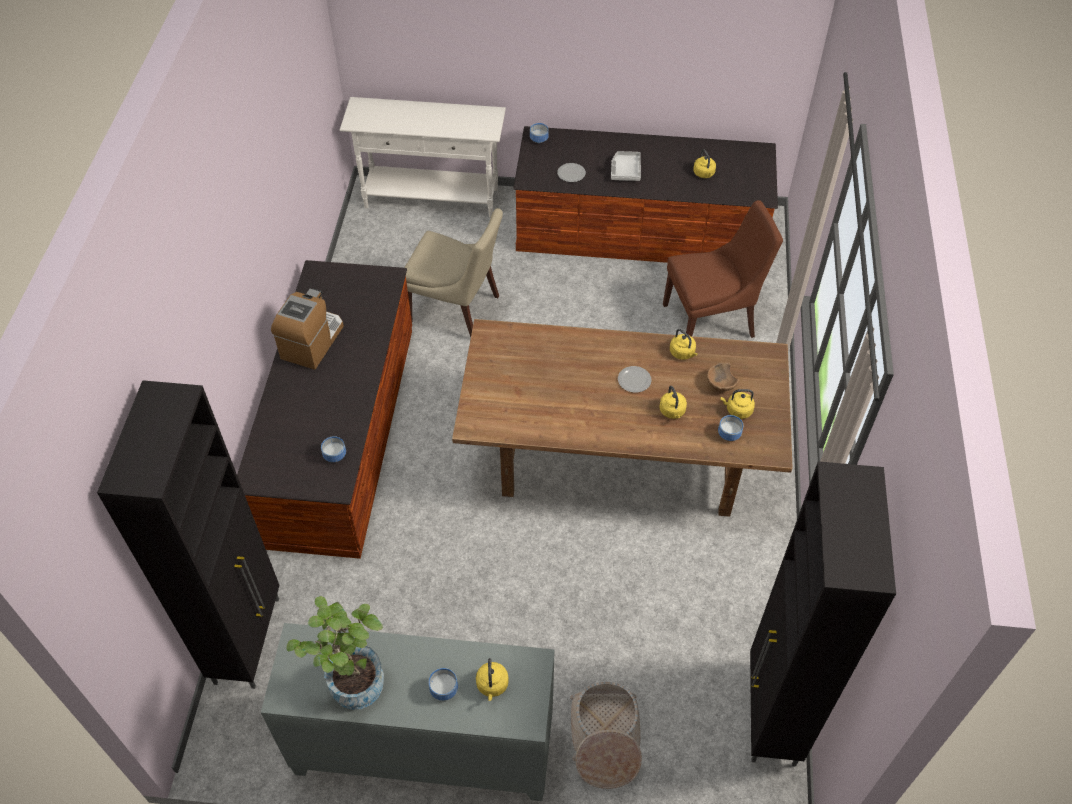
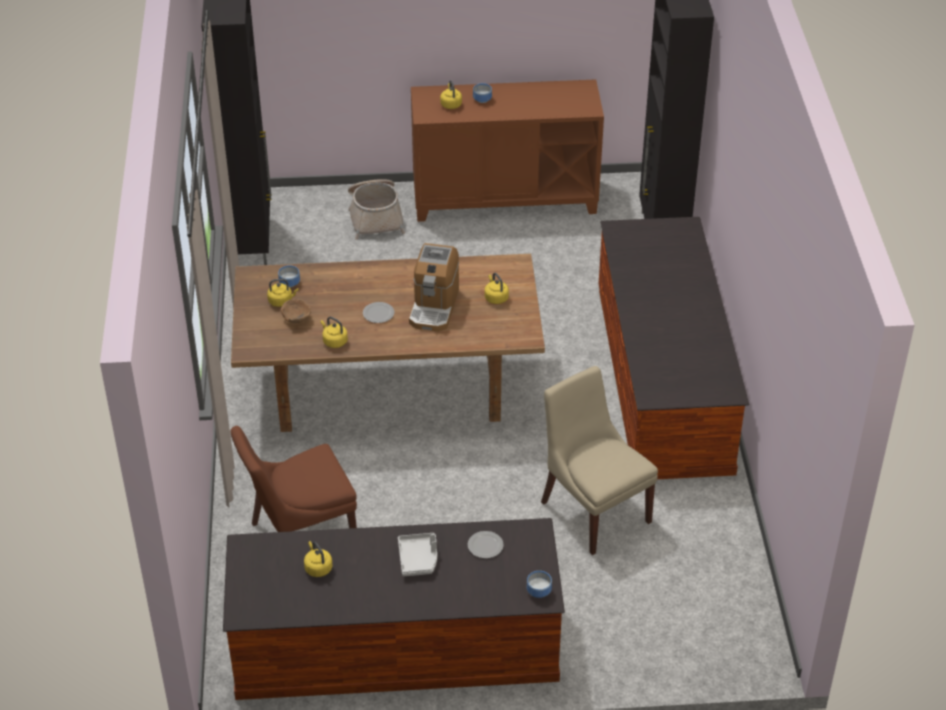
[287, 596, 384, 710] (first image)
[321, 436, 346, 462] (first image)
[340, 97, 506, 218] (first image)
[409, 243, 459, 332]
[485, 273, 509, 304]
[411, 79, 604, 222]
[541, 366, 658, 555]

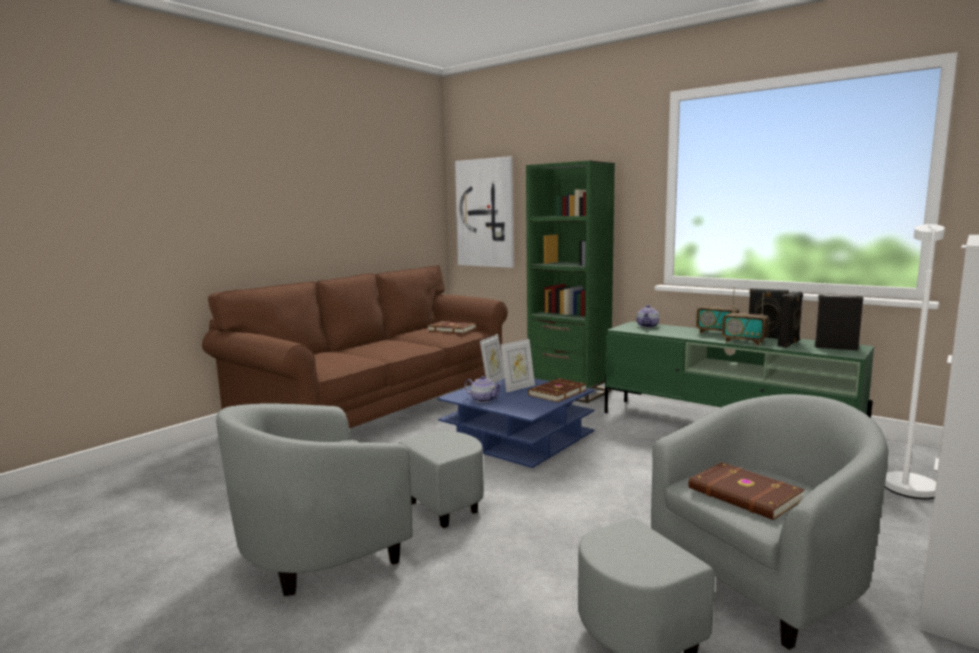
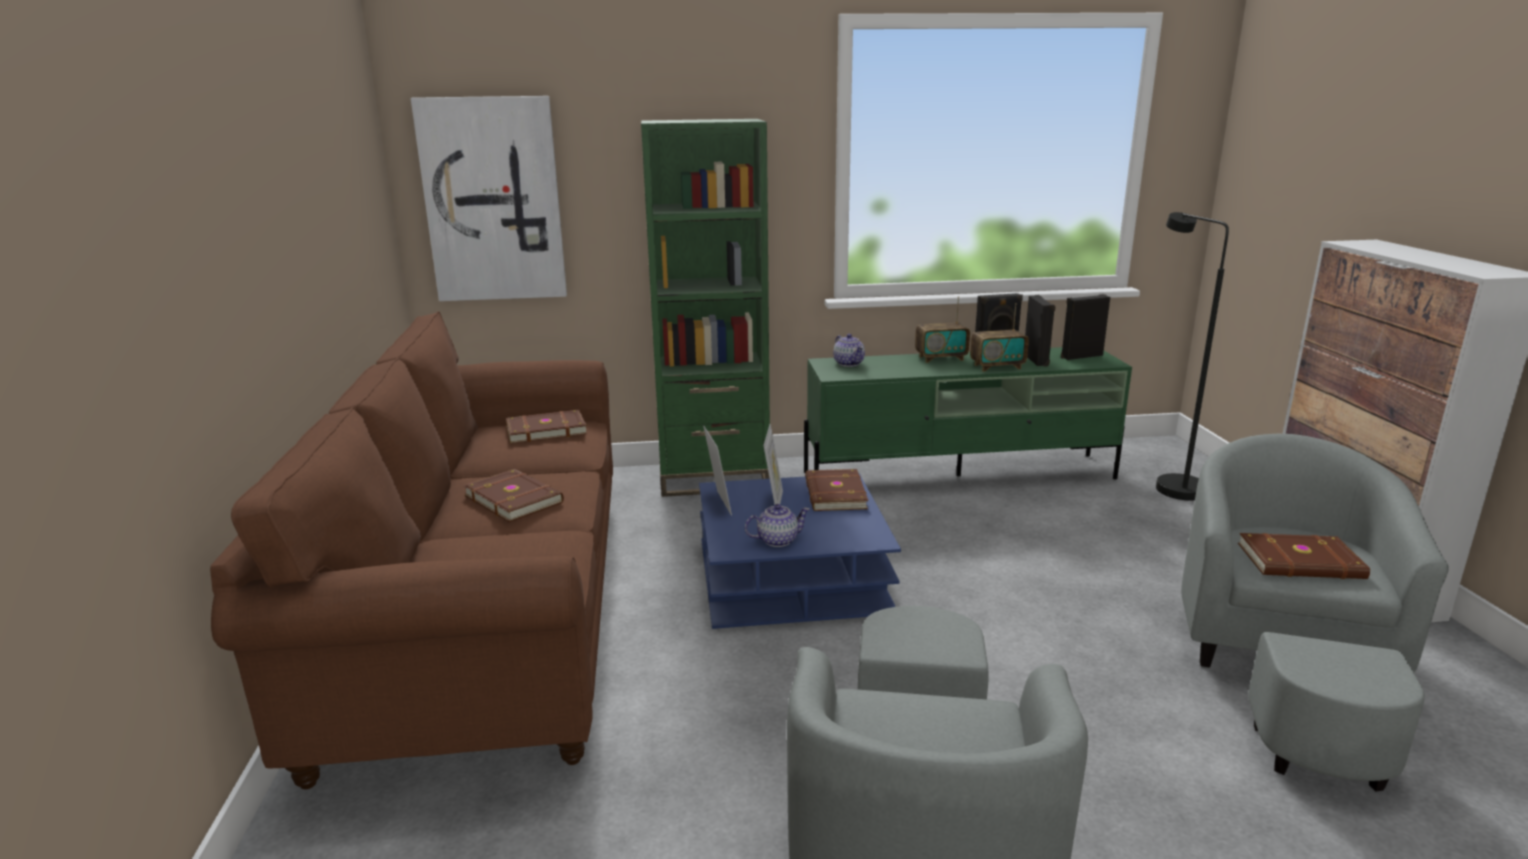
[463, 469, 564, 522]
[1156, 212, 1229, 501]

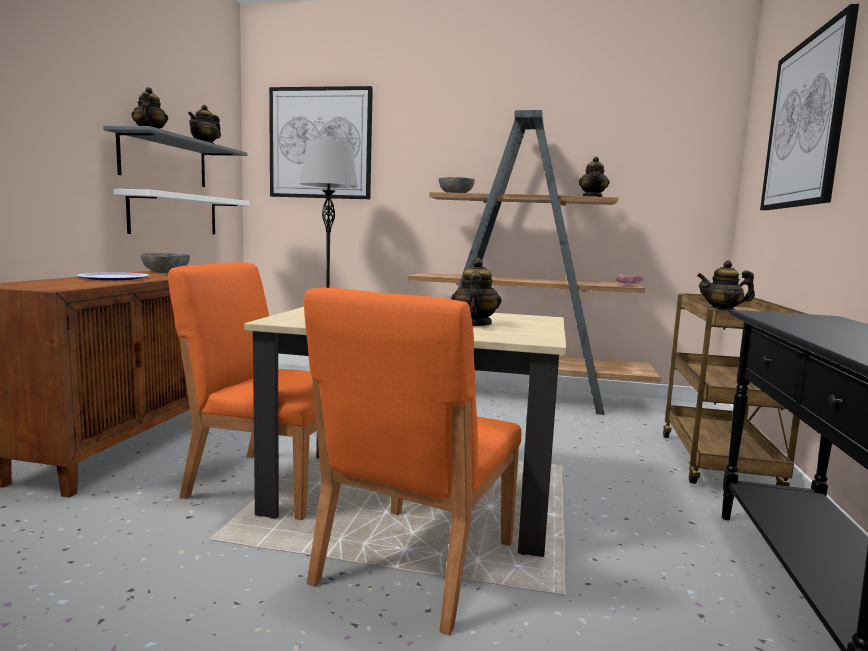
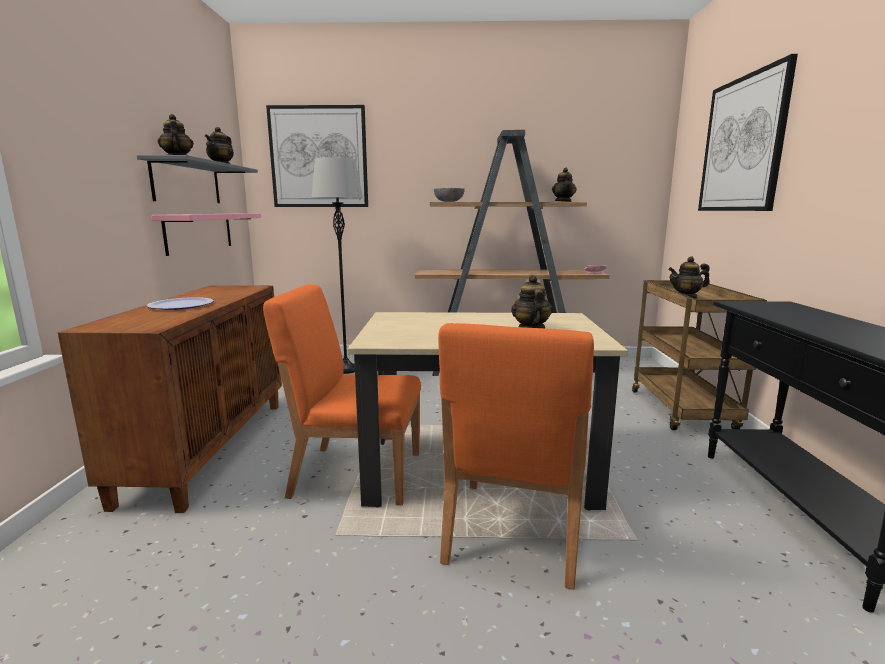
[140, 253, 190, 273] (first image)
[151, 214, 261, 256]

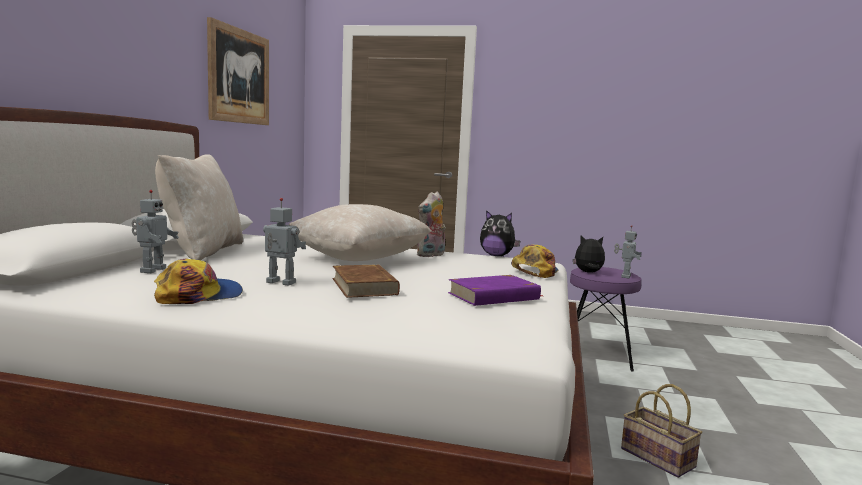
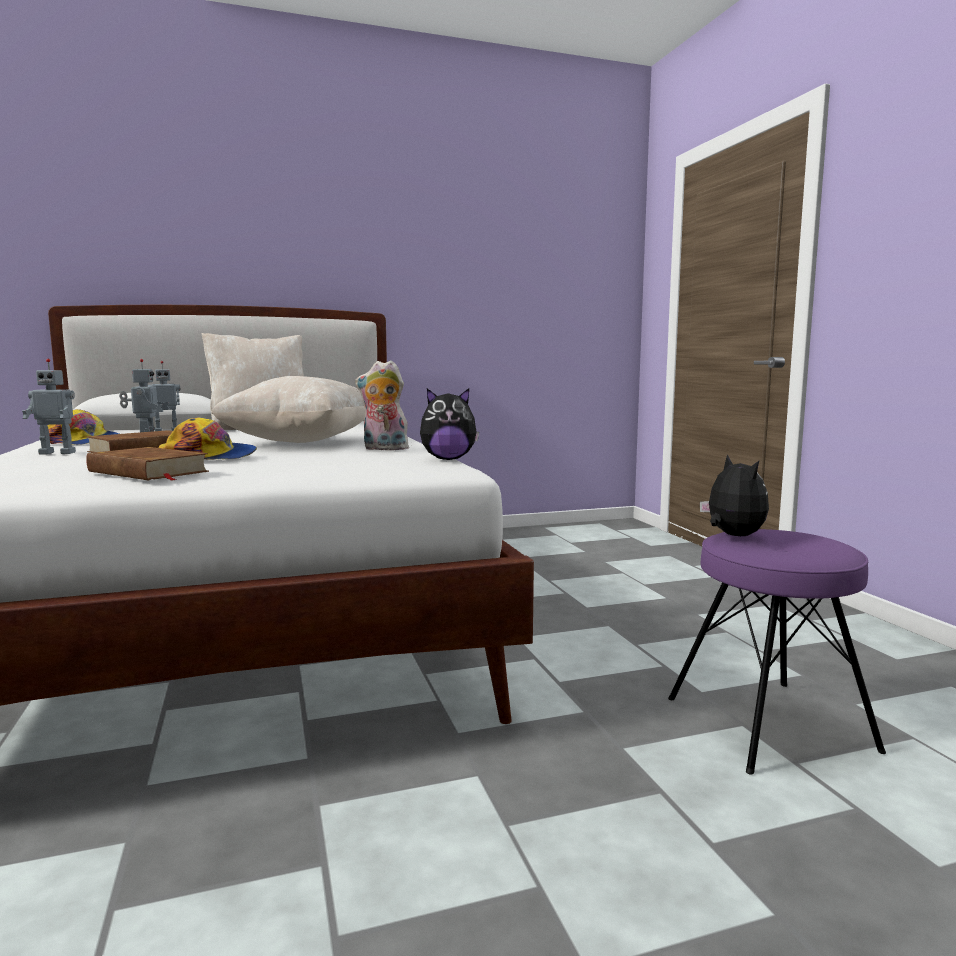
[207, 17, 269, 125] (first image)
[621, 384, 702, 478] (first image)
[158, 417, 257, 460]
[22, 359, 76, 454]
[86, 447, 209, 480]
[420, 388, 479, 460]

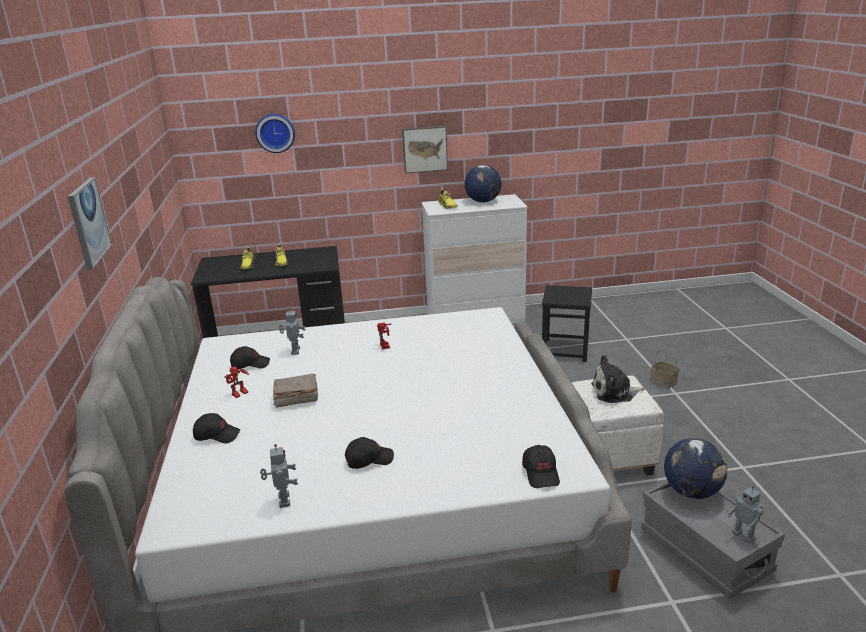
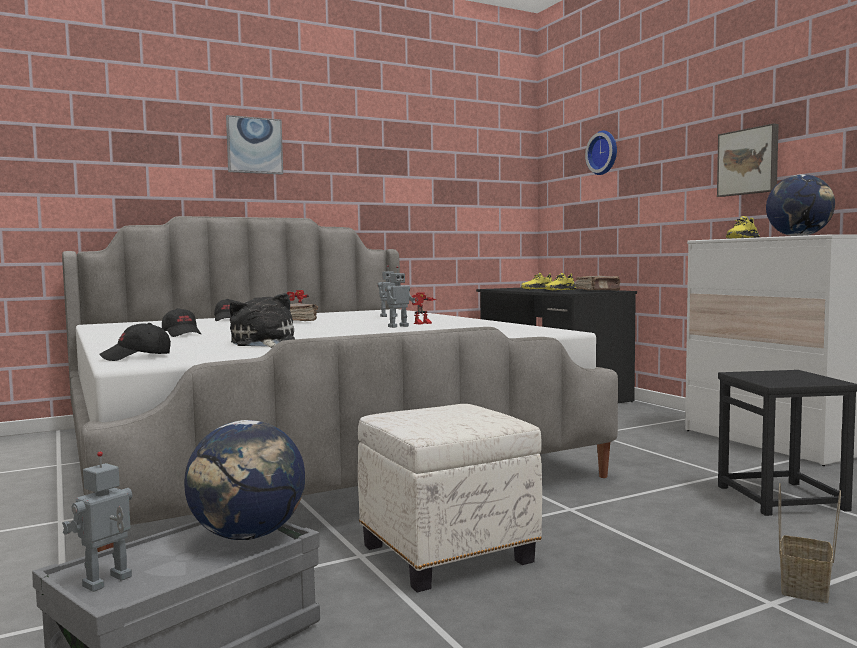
[230, 346, 270, 369] (first image)
[576, 275, 621, 291]
[385, 266, 415, 328]
[229, 293, 295, 348]

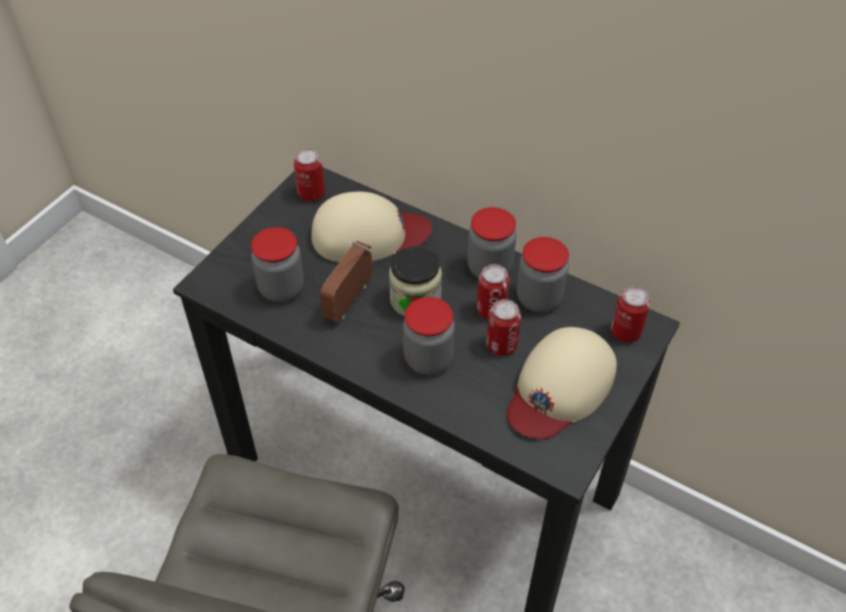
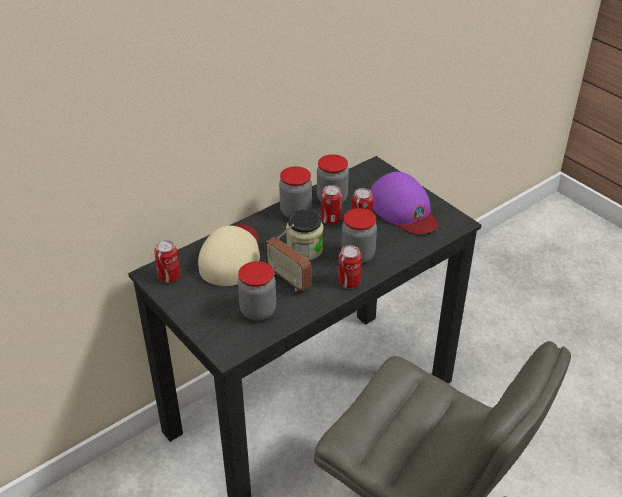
[338, 245, 362, 288]
[370, 172, 438, 234]

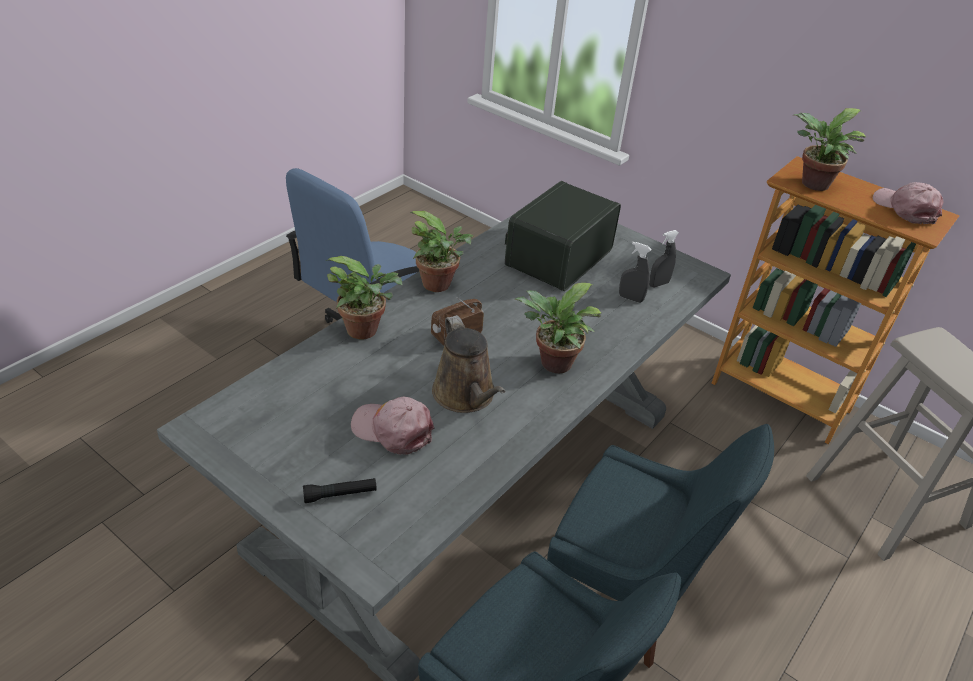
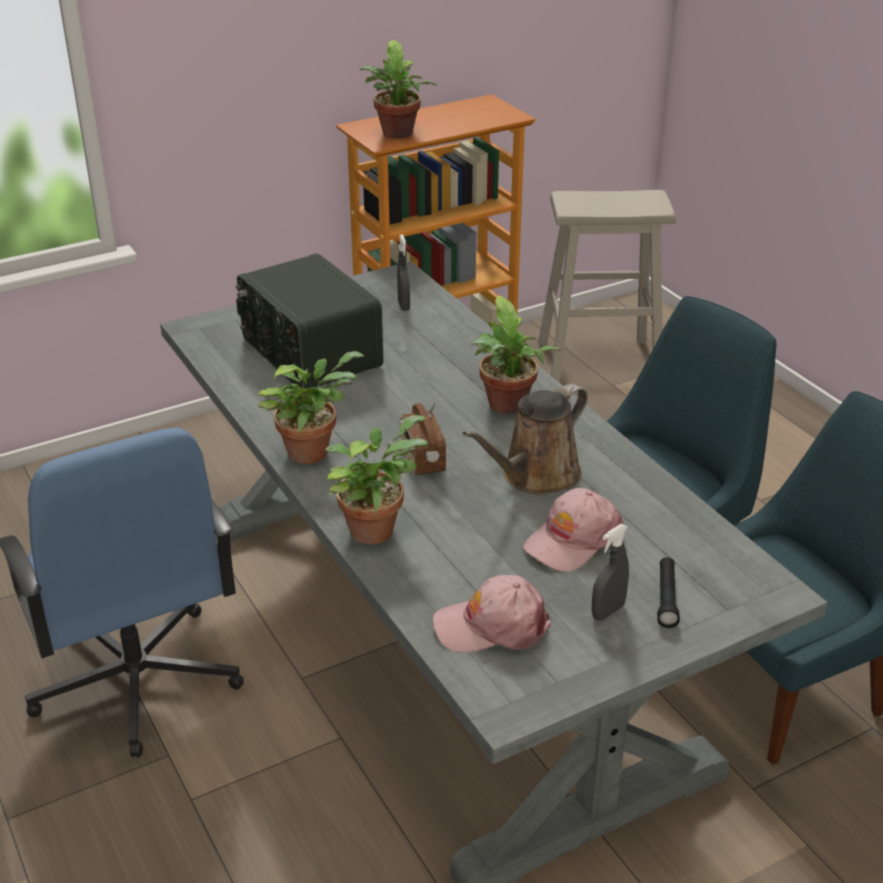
[592, 524, 629, 621]
[433, 575, 551, 653]
[463, 384, 588, 495]

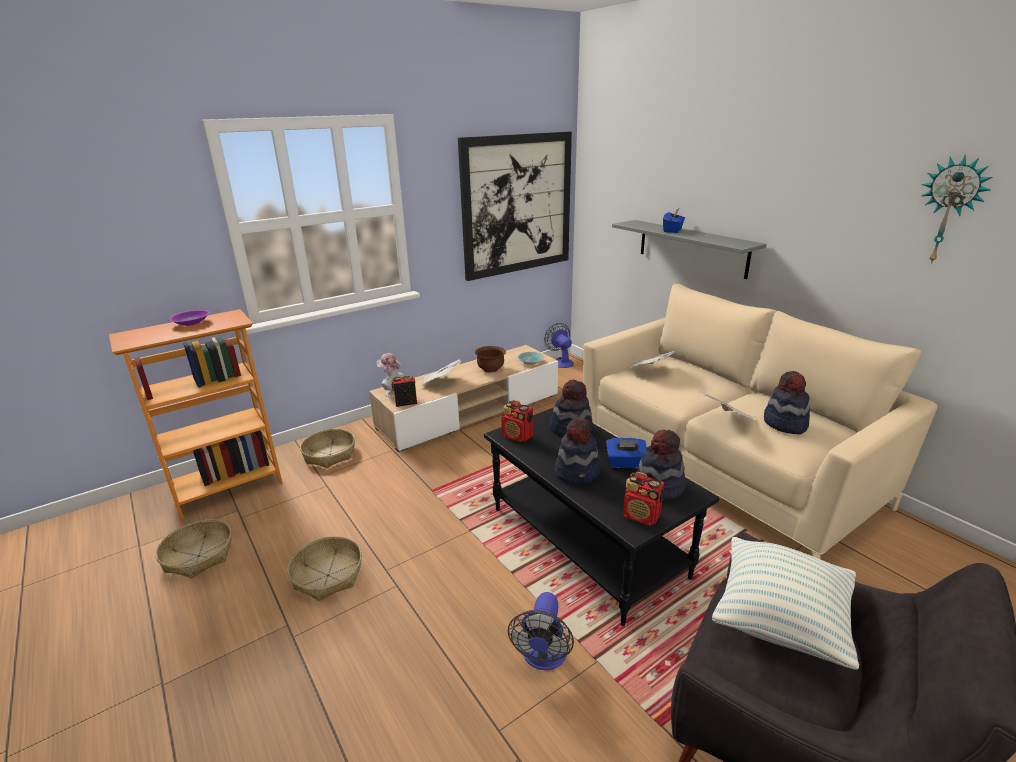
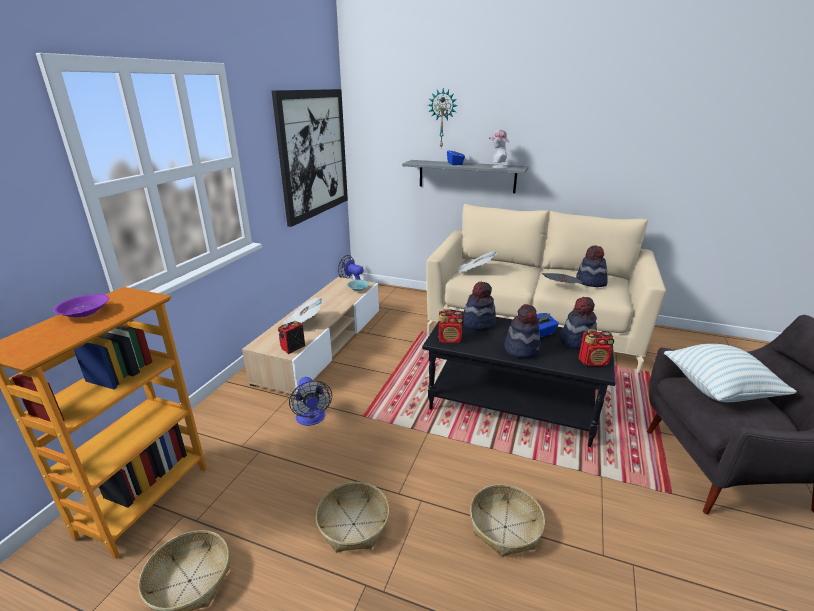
[475, 346, 506, 373] (first image)
[470, 484, 545, 557]
[489, 130, 509, 168]
[289, 377, 332, 426]
[428, 88, 458, 147]

